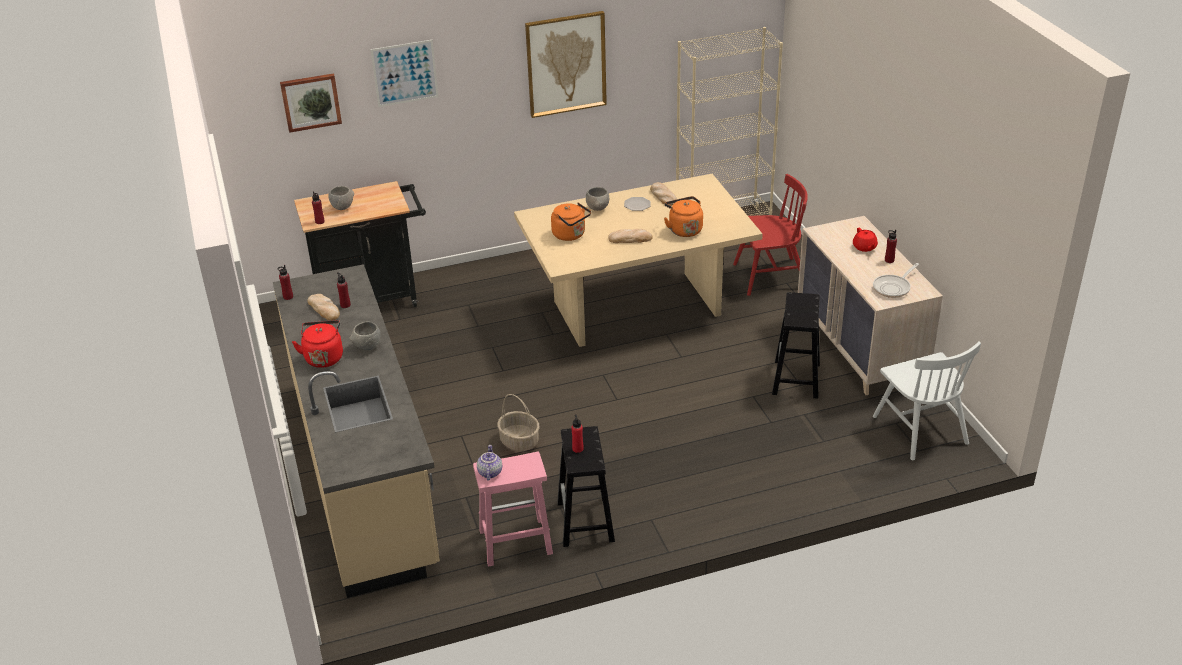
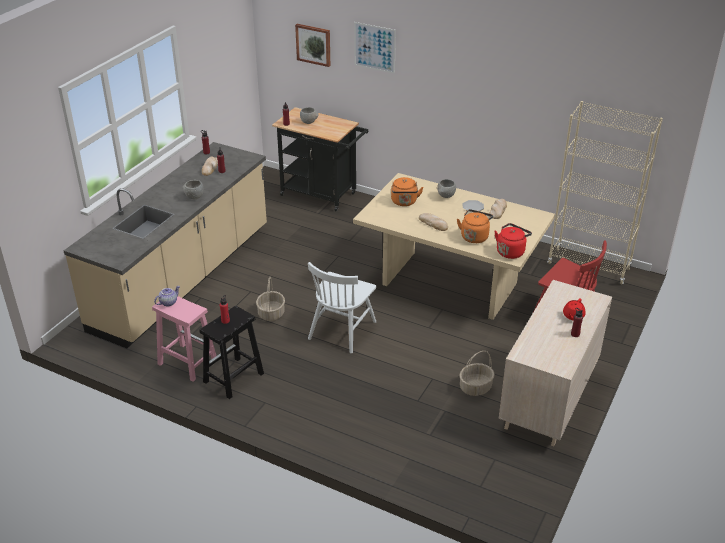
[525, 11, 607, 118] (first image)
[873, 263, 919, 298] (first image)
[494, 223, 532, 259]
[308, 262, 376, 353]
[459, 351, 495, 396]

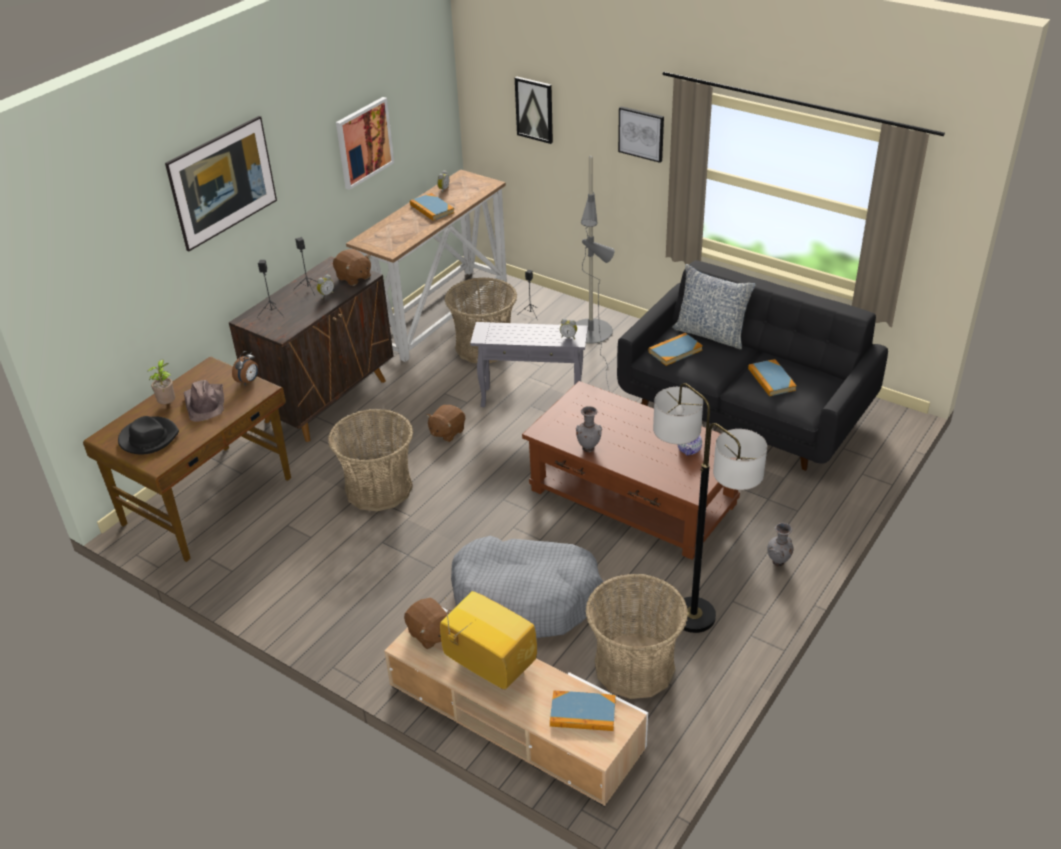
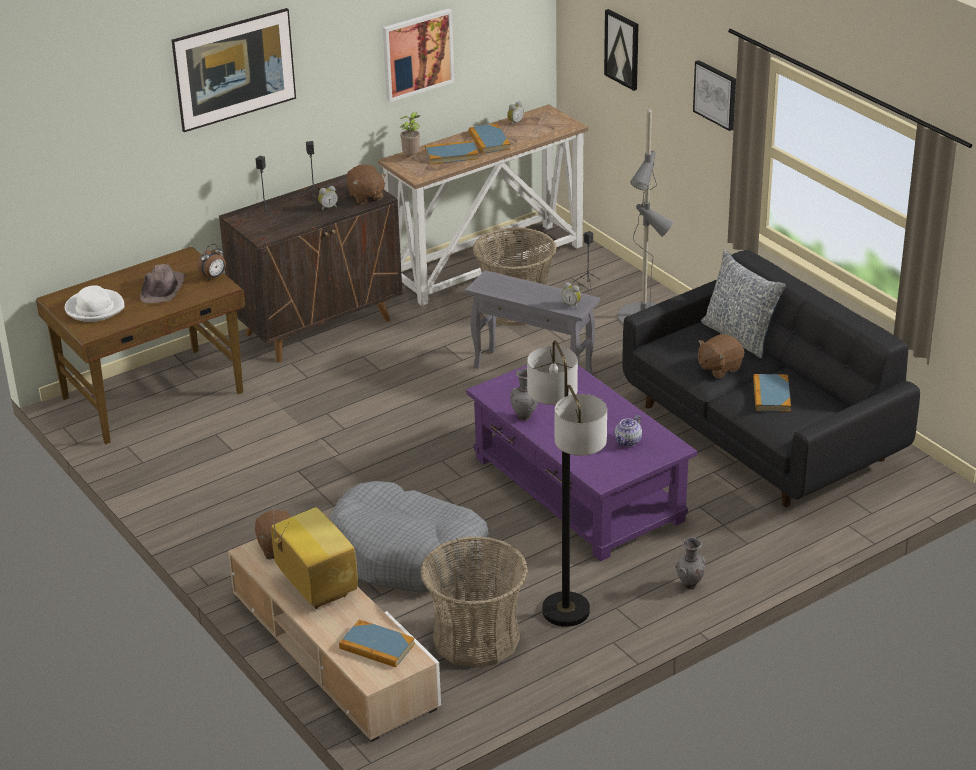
[328, 409, 413, 511] (first image)
[400, 112, 421, 155]
[698, 334, 745, 378]
[425, 140, 479, 165]
[65, 285, 124, 322]
[466, 365, 697, 561]

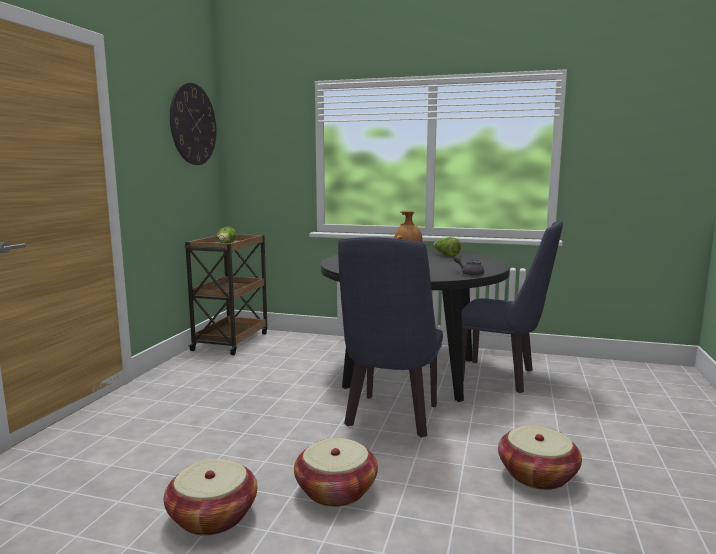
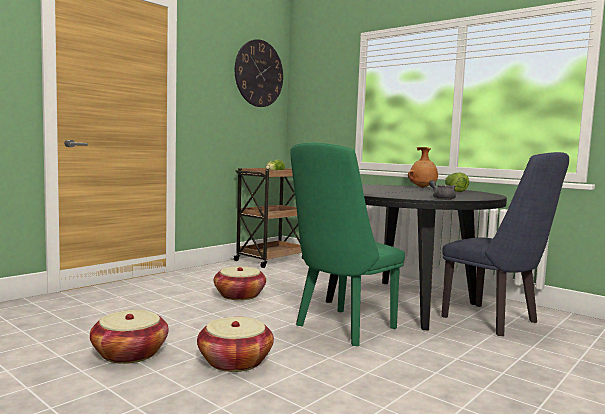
[214, 266, 266, 300]
[290, 143, 405, 346]

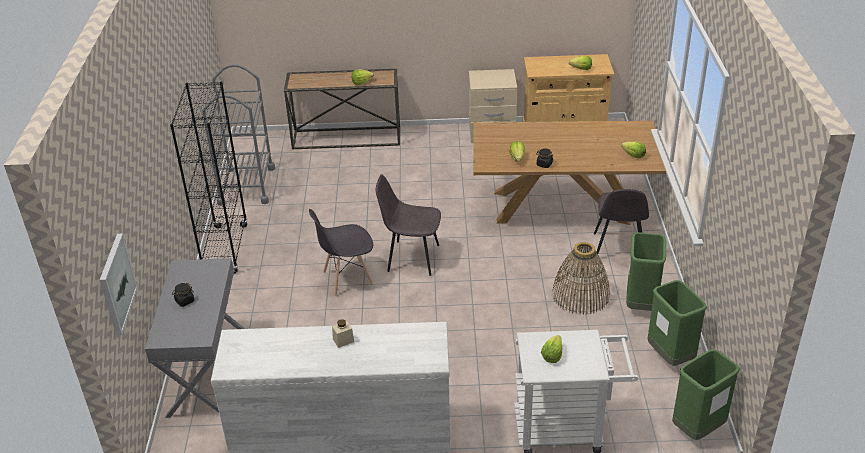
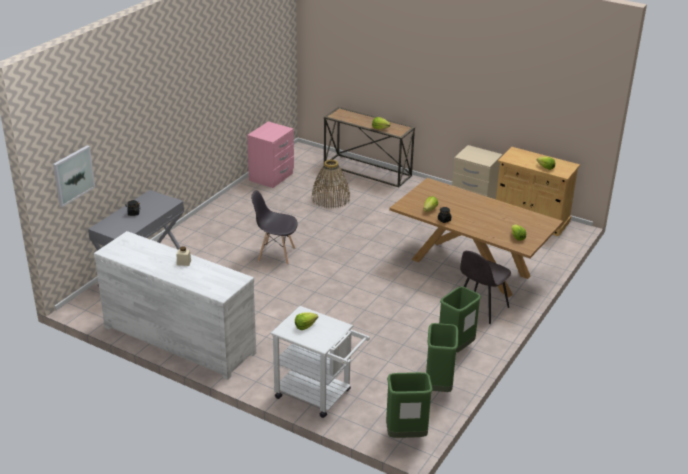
[170, 81, 248, 273] (first image)
[376, 174, 441, 276] (first image)
[312, 160, 350, 209]
[247, 121, 294, 188]

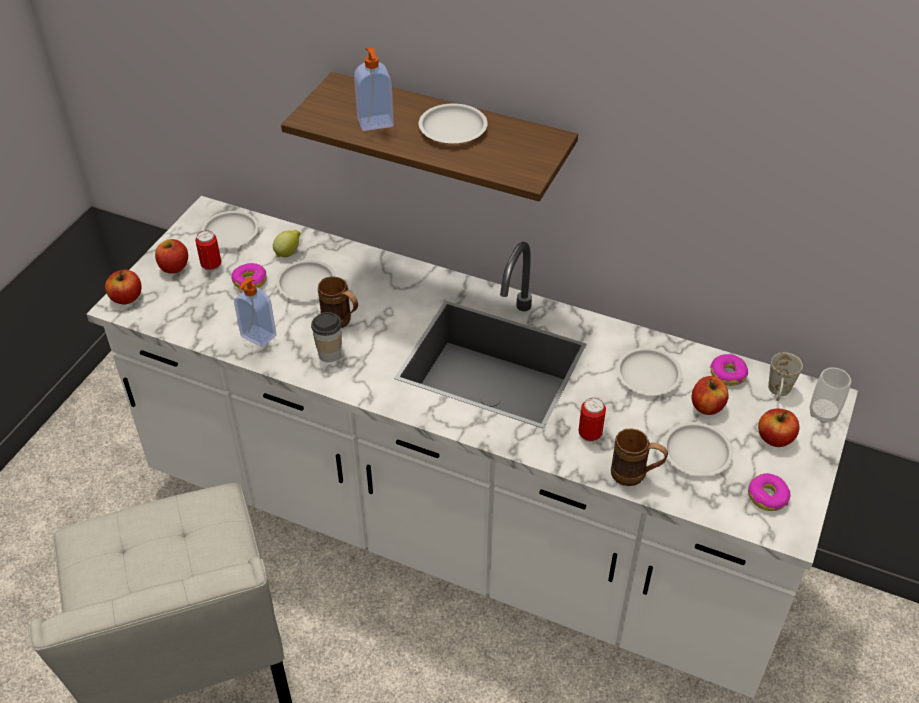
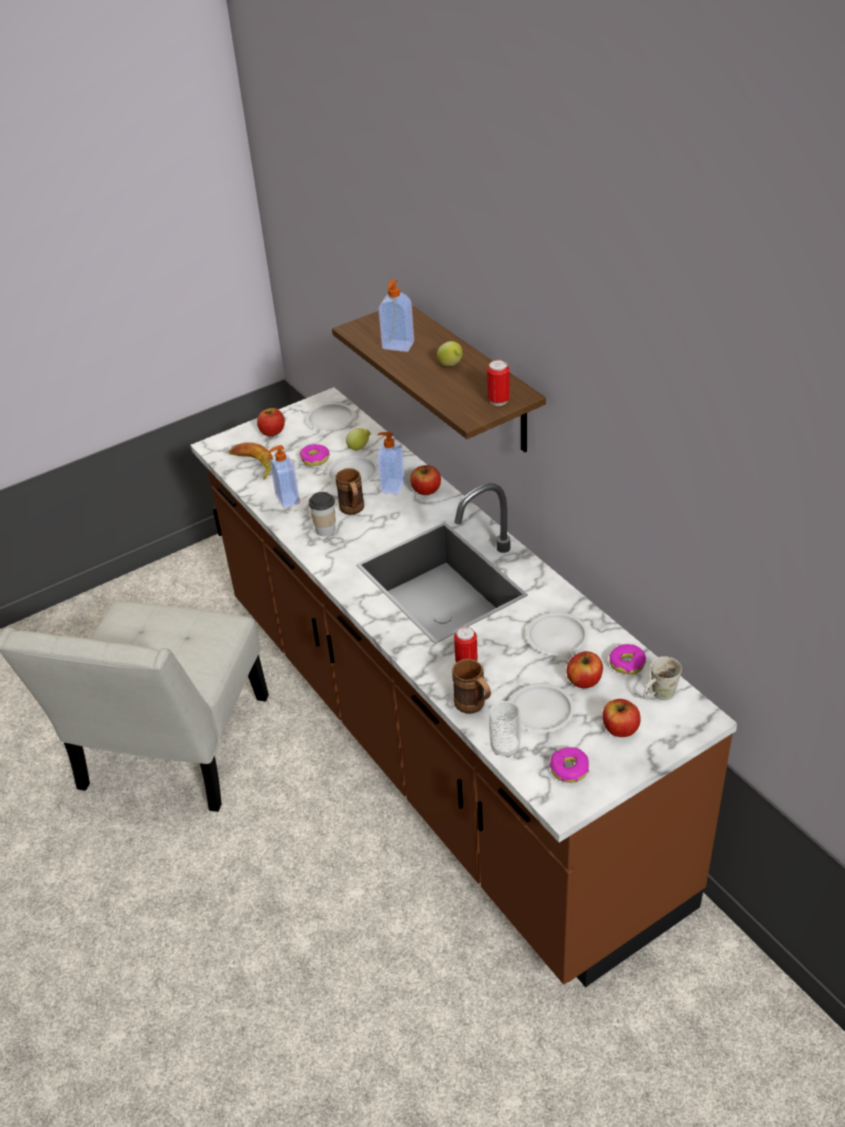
[229, 442, 273, 480]
[377, 432, 405, 495]
[410, 465, 441, 495]
[487, 360, 510, 406]
[489, 701, 521, 757]
[437, 341, 463, 367]
[190, 387, 737, 987]

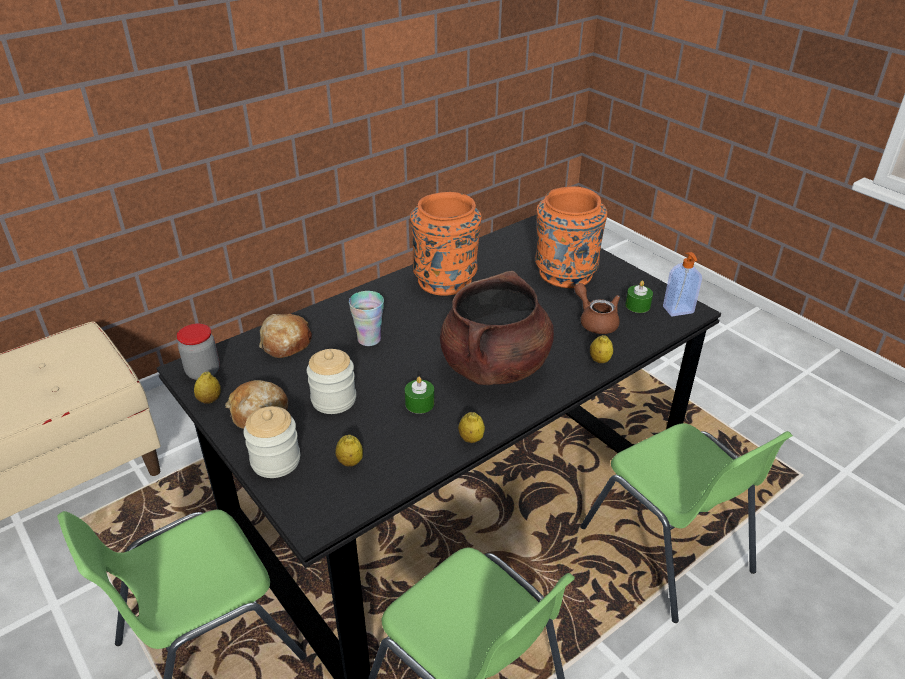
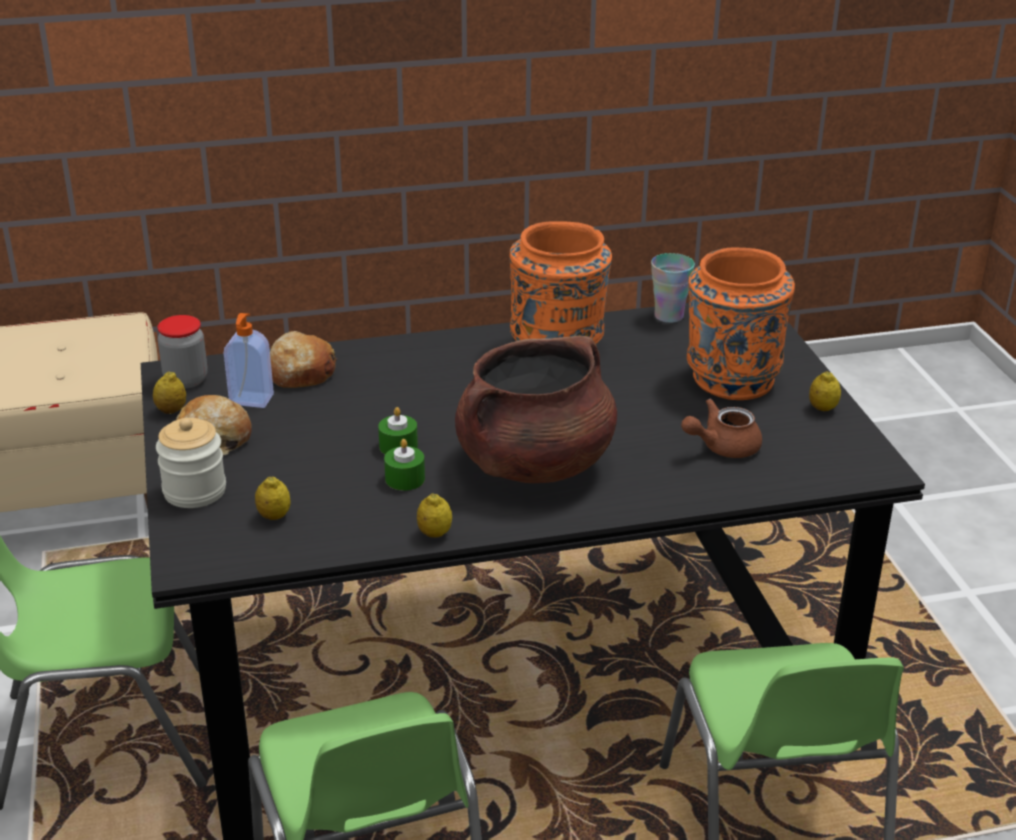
[307, 349, 356, 414] (first image)
[651, 253, 695, 323]
[809, 371, 841, 411]
[378, 407, 418, 454]
[224, 313, 274, 408]
[681, 399, 762, 458]

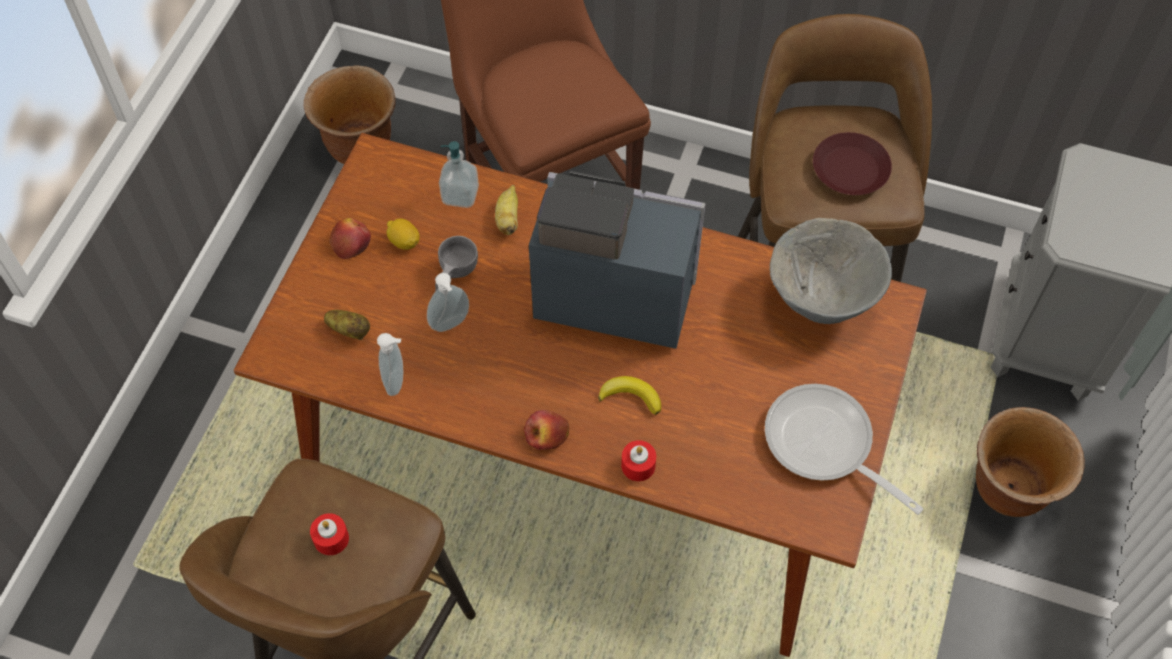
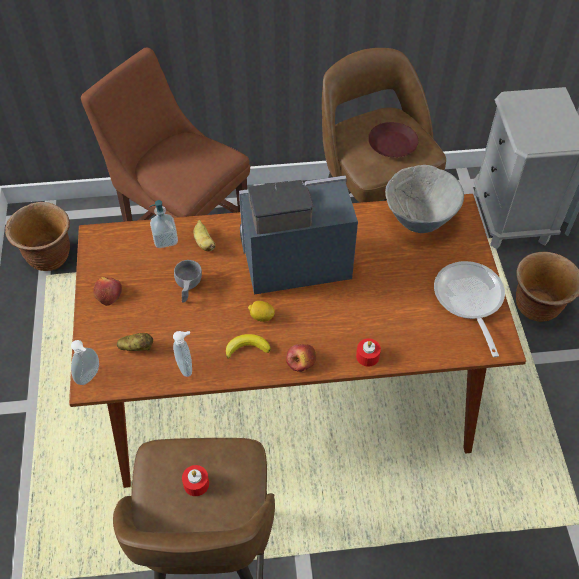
[248, 301, 275, 322]
[71, 340, 99, 385]
[226, 334, 271, 359]
[434, 261, 505, 357]

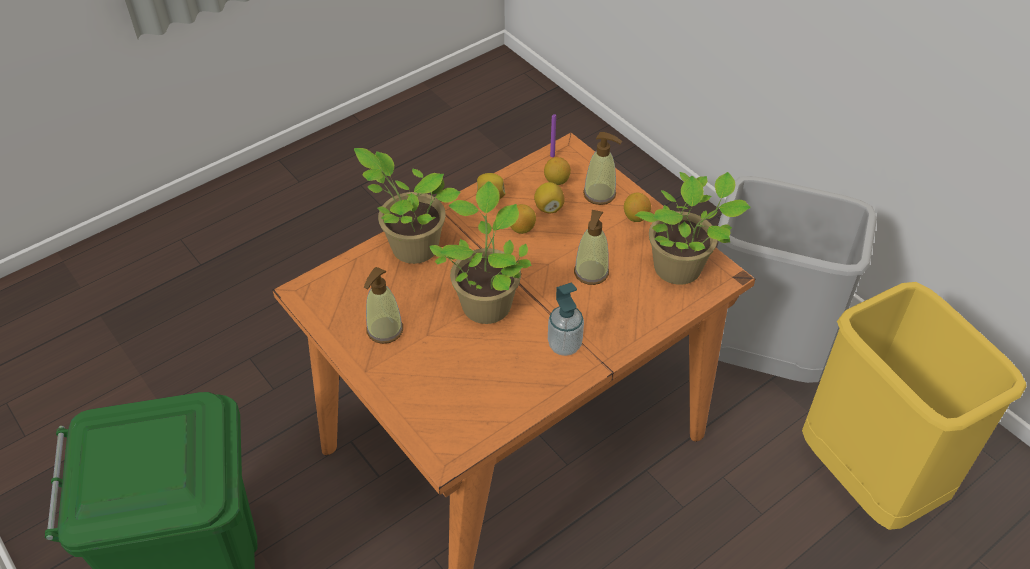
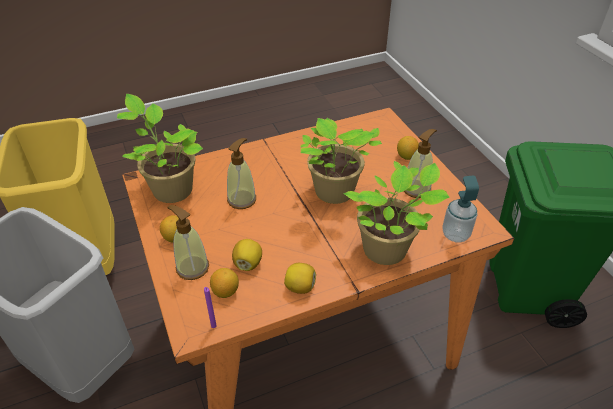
[397, 136, 419, 160]
[442, 175, 479, 243]

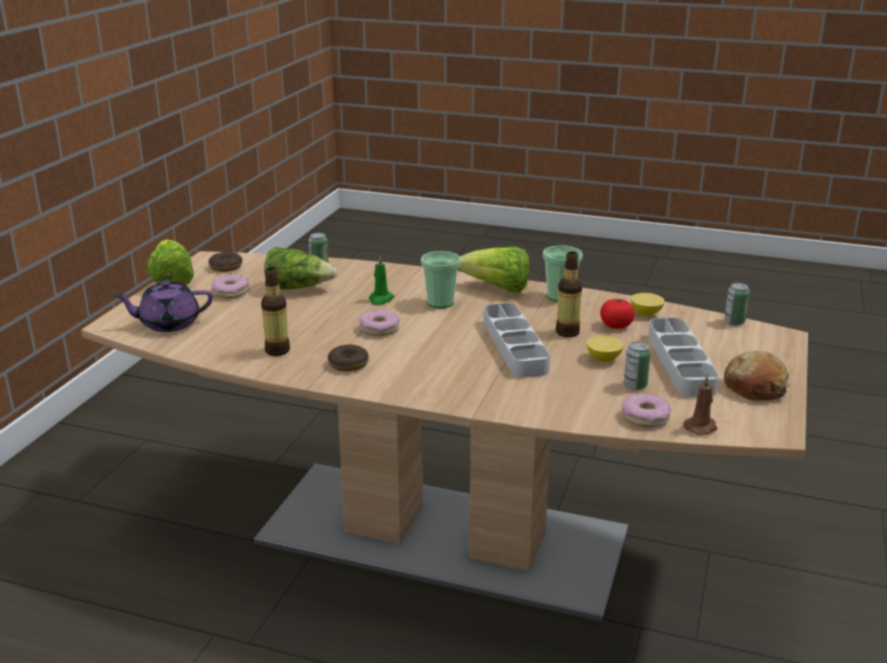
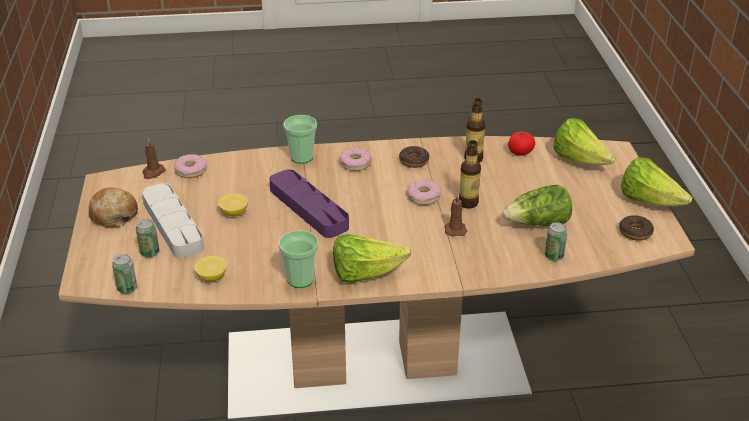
[340, 147, 372, 171]
[283, 115, 317, 164]
[459, 140, 481, 208]
[508, 131, 535, 156]
[136, 219, 159, 257]
[553, 118, 615, 165]
[445, 194, 467, 236]
[269, 169, 349, 238]

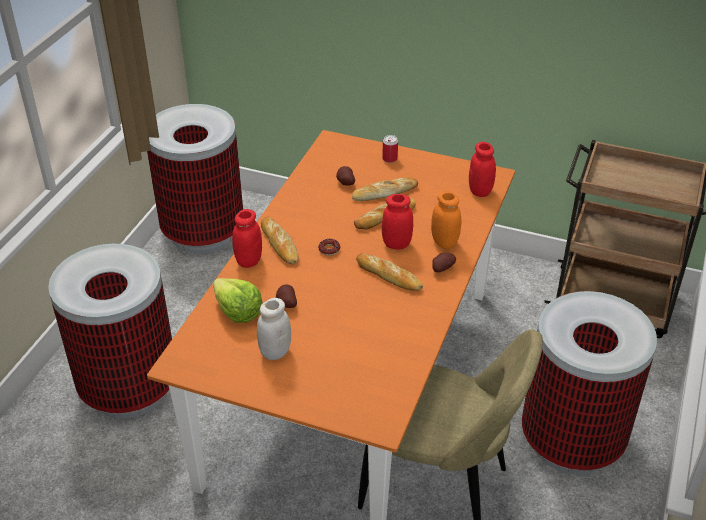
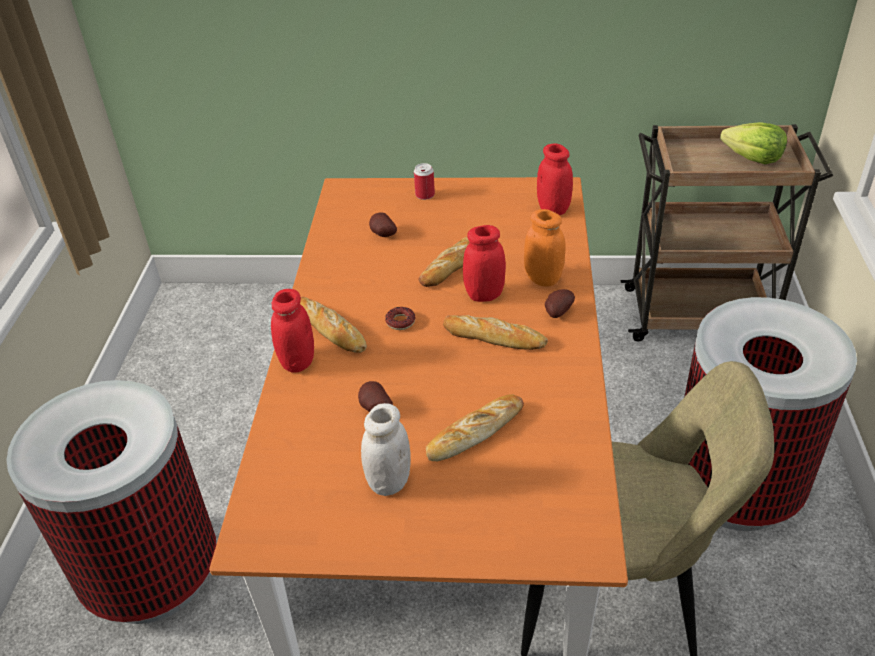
[147, 104, 243, 254] (first image)
[720, 122, 787, 164]
[426, 394, 524, 461]

